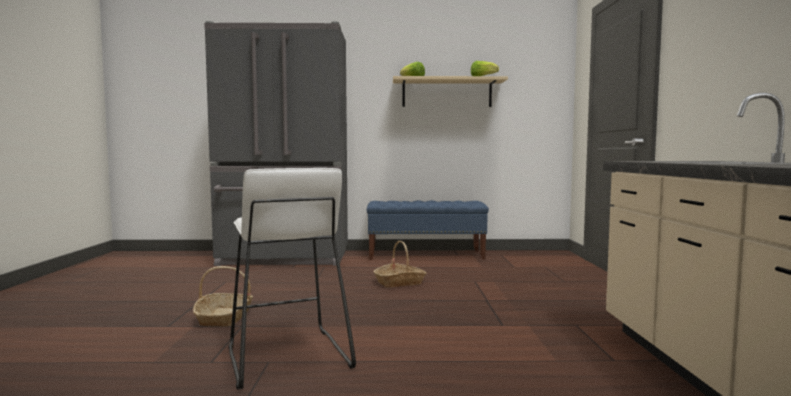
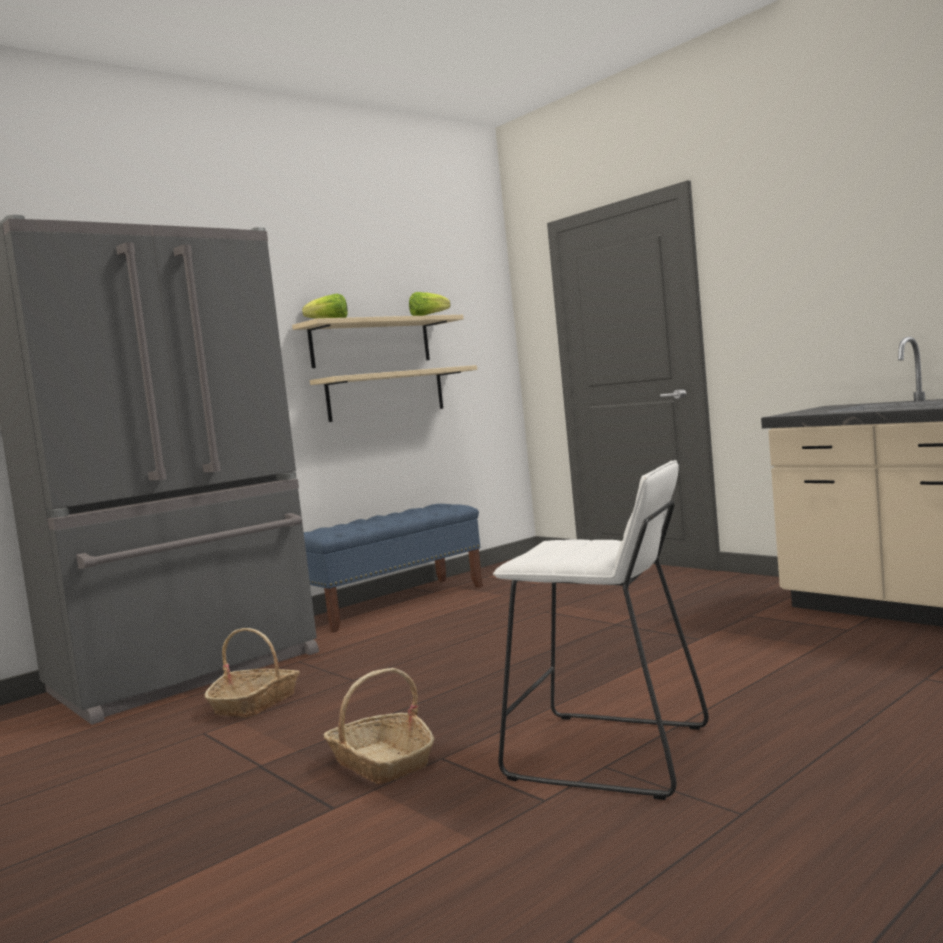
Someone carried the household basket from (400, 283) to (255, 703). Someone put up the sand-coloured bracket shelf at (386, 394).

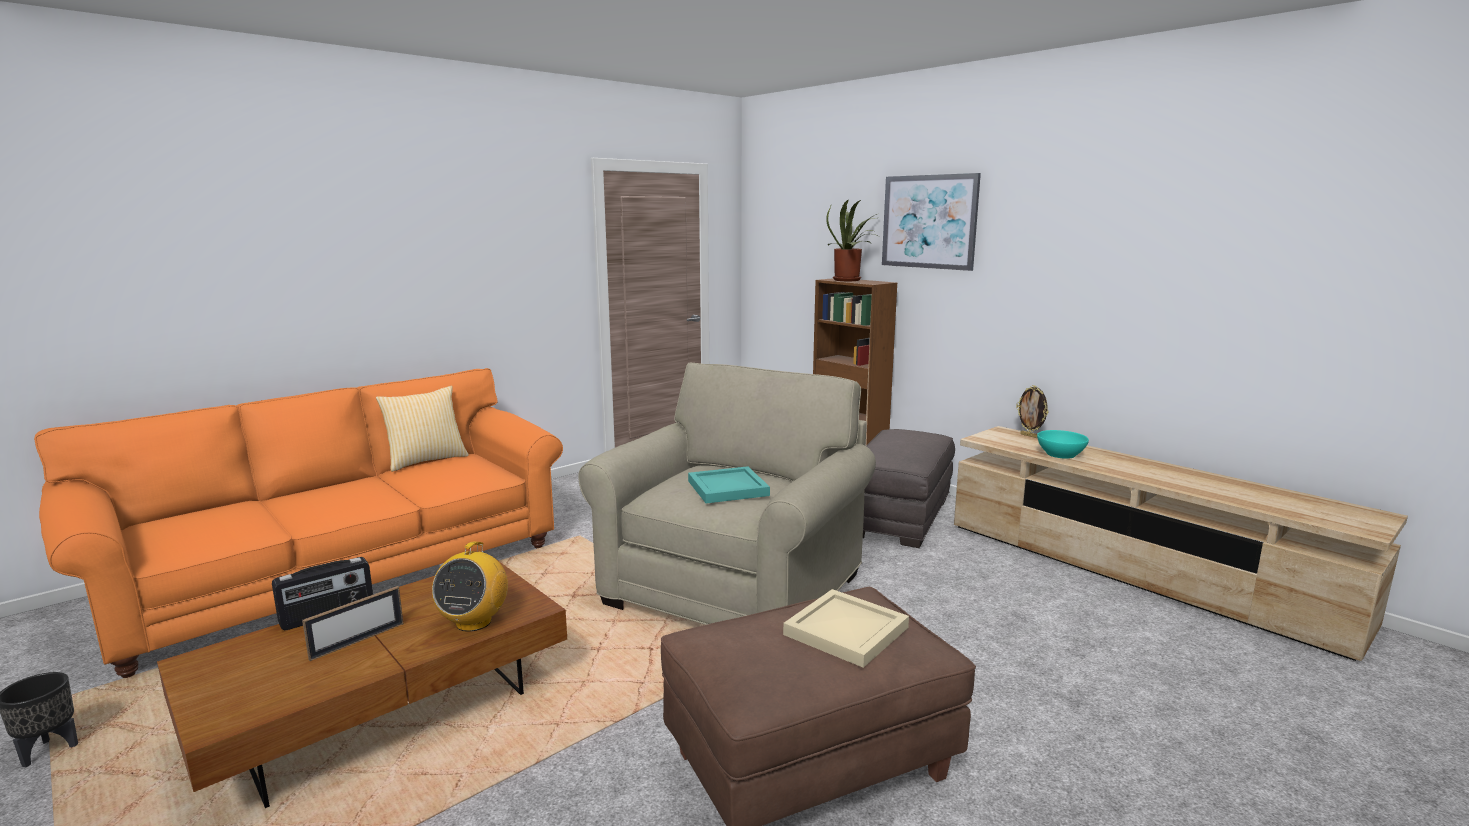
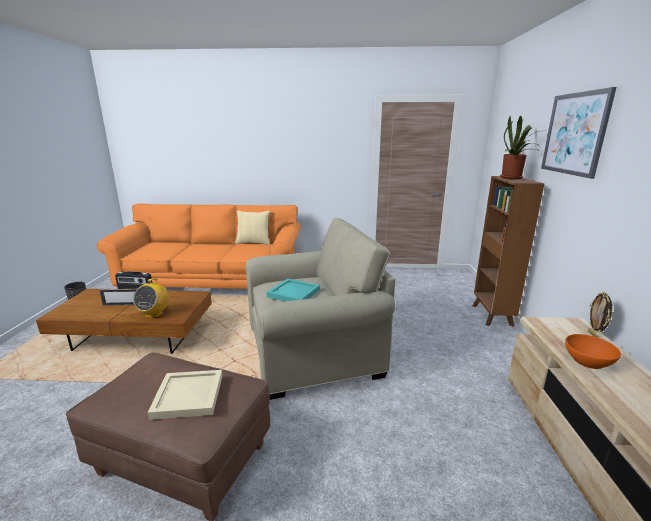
Someone rotated the radio receiver at (474, 622) by 45 degrees counterclockwise. Someone took away the greyish footrest at (898, 516). Someone repainted the blue-green serving bowl at (1061, 454), which became the orange serving bowl at (588, 361).

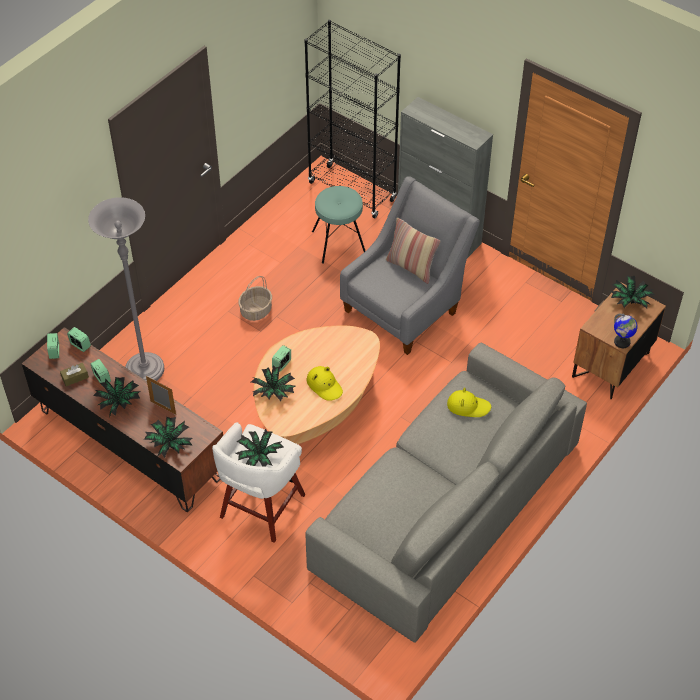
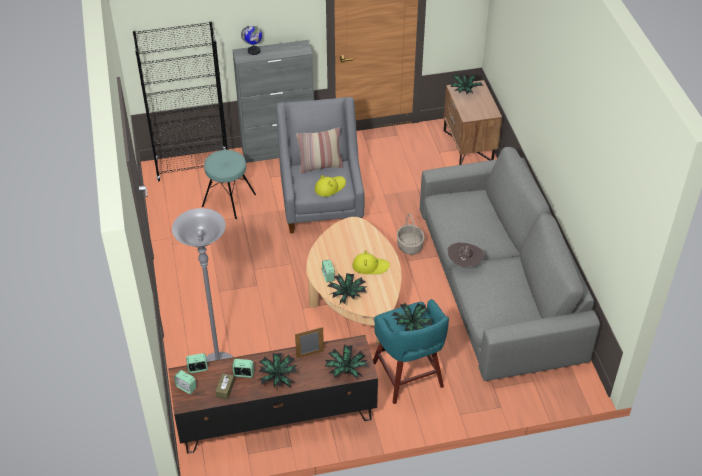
Someone repainted the white-coloured stool seat at (261, 508), which became the blue-green stool seat at (408, 377). Someone carried the household basket from (256, 310) to (409, 246). Someone carried the yellow clothing hat from (468, 406) to (330, 187). Someone carried the globe from (622, 342) to (254, 51). Someone put down the brown clothing hat at (464, 263).

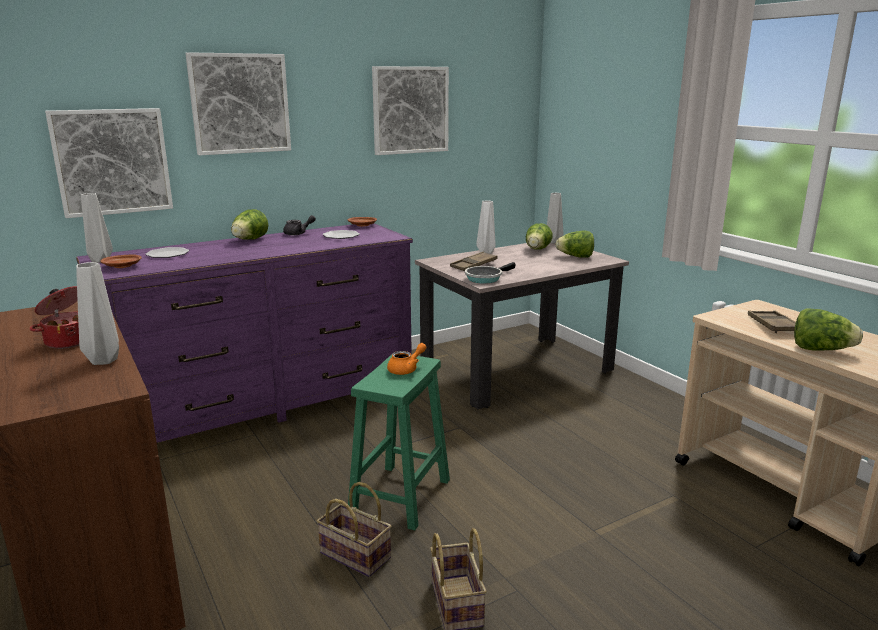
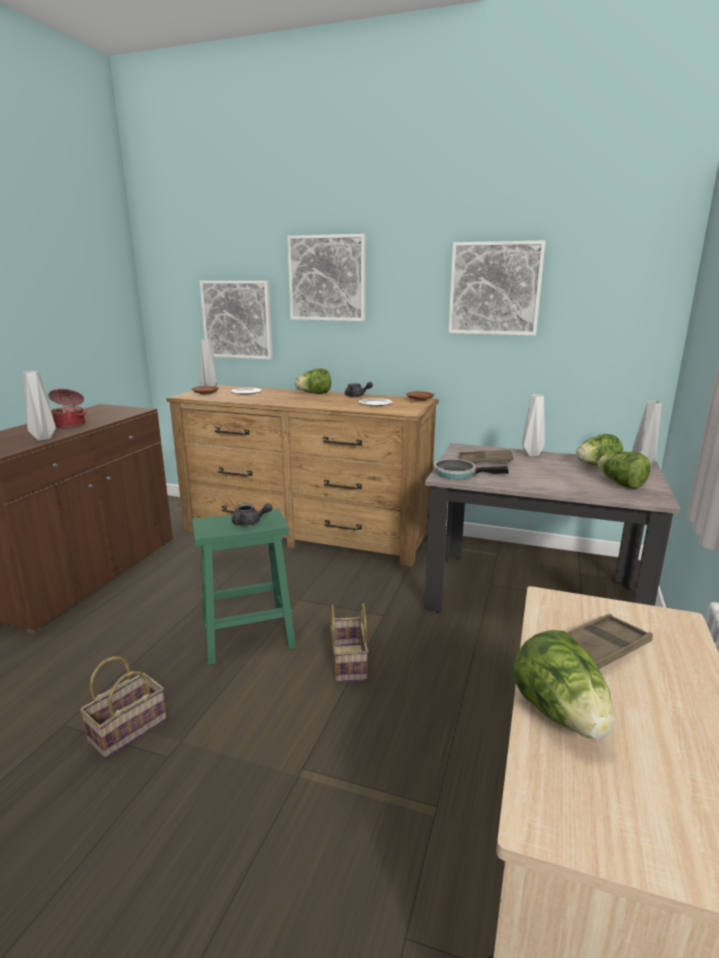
Someone repainted the purple drawer chest at (268, 403), which became the brown drawer chest at (306, 531). Someone carried the household basket from (353, 555) to (347, 662). Someone repainted the orange tea pot at (406, 369), which became the greyish tea pot at (250, 523).

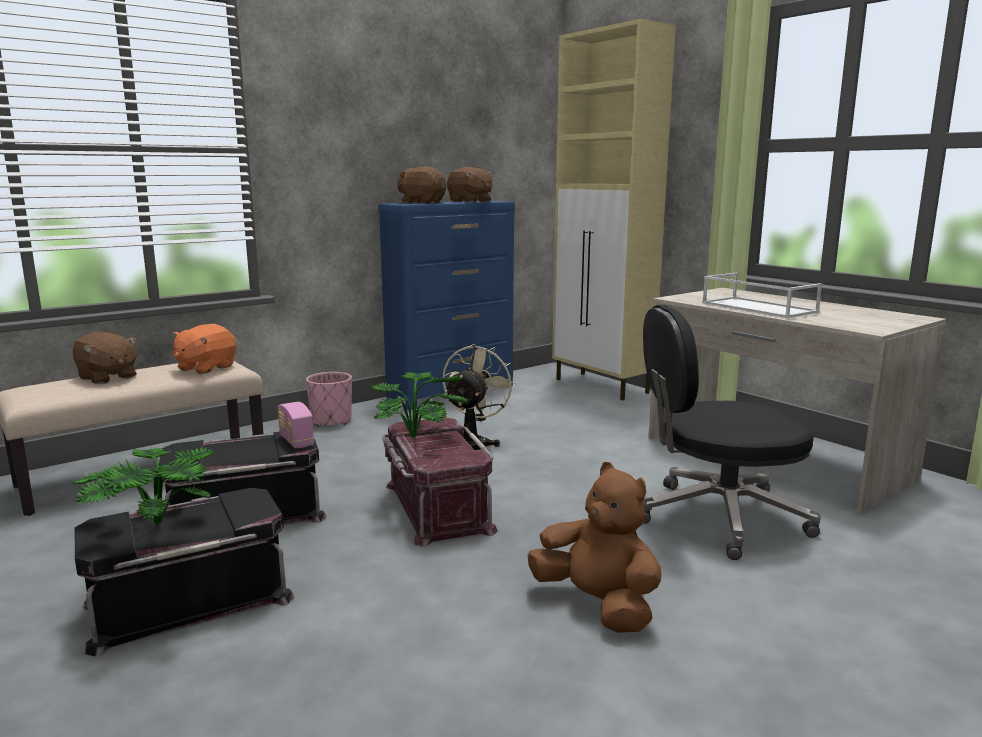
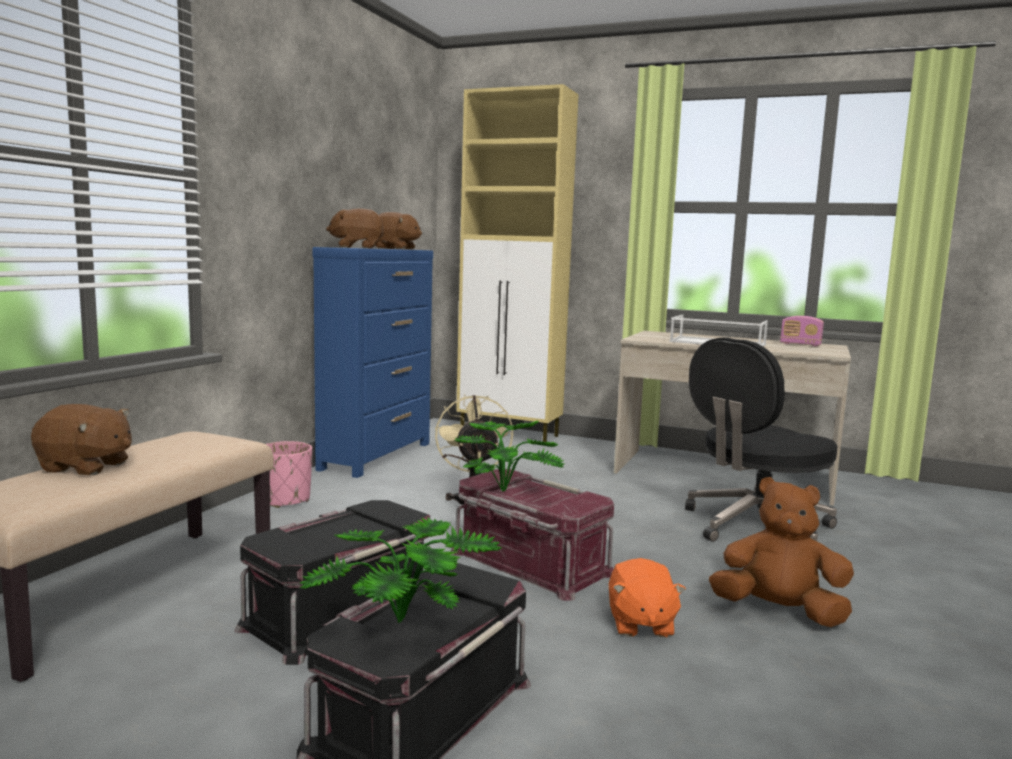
Someone carried the orange plush toy from (205, 368) to (640, 624). Someone carried the radio receiver from (296, 441) to (800, 344).

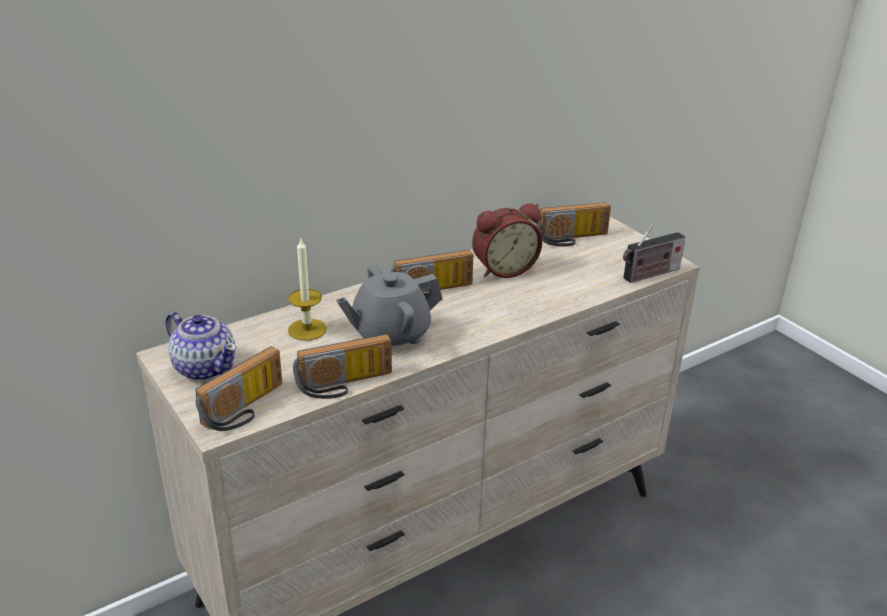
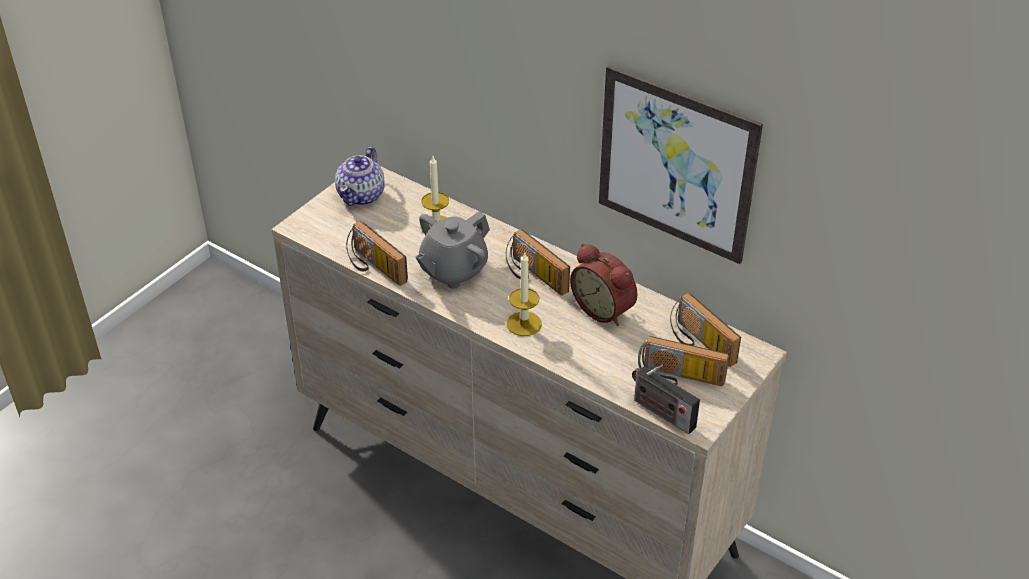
Someone carried the radio receiver from (246, 409) to (679, 378). Someone rotated the greyish tea pot at (390, 335) by 90 degrees counterclockwise. Someone put down the candle at (524, 324). Someone put up the picture at (676, 165).

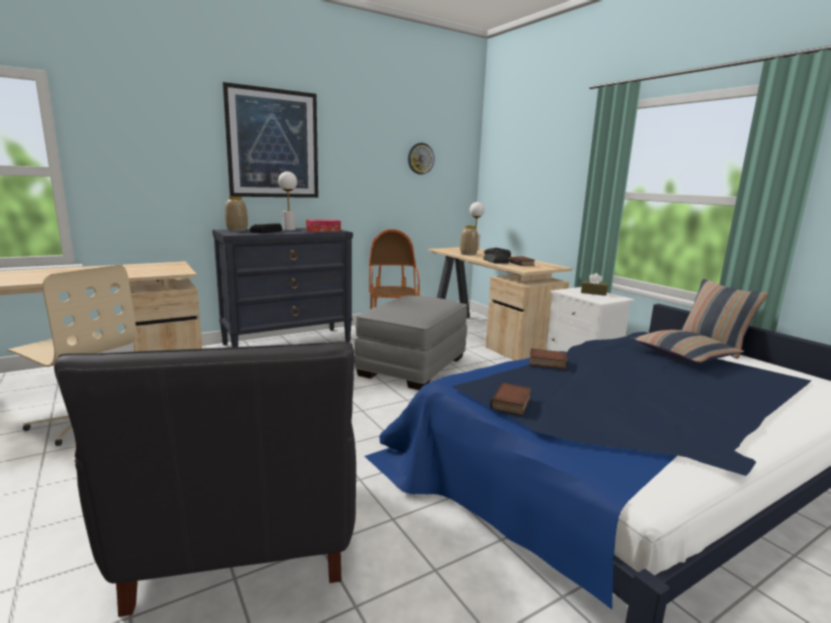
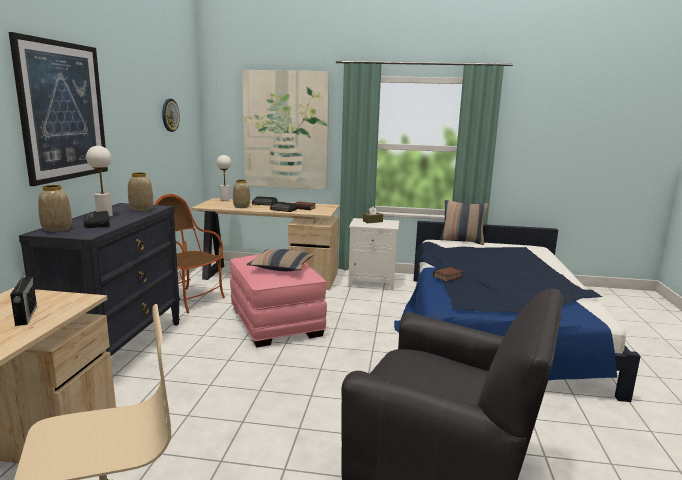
Someone swapped the tissue box at (323, 230) for the decorative vase at (141, 209). Someone repainted the greyish footrest at (413, 366), which became the pinkish footrest at (276, 322). Someone took away the book at (512, 404). Someone carried the throw pillow from (683, 355) to (282, 267). Someone put down the radio receiver at (26, 316). Someone put up the picture at (285, 130).

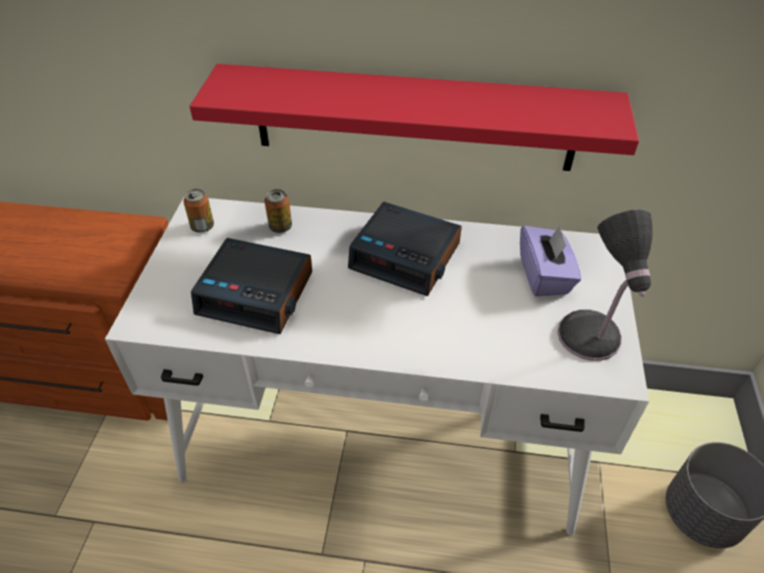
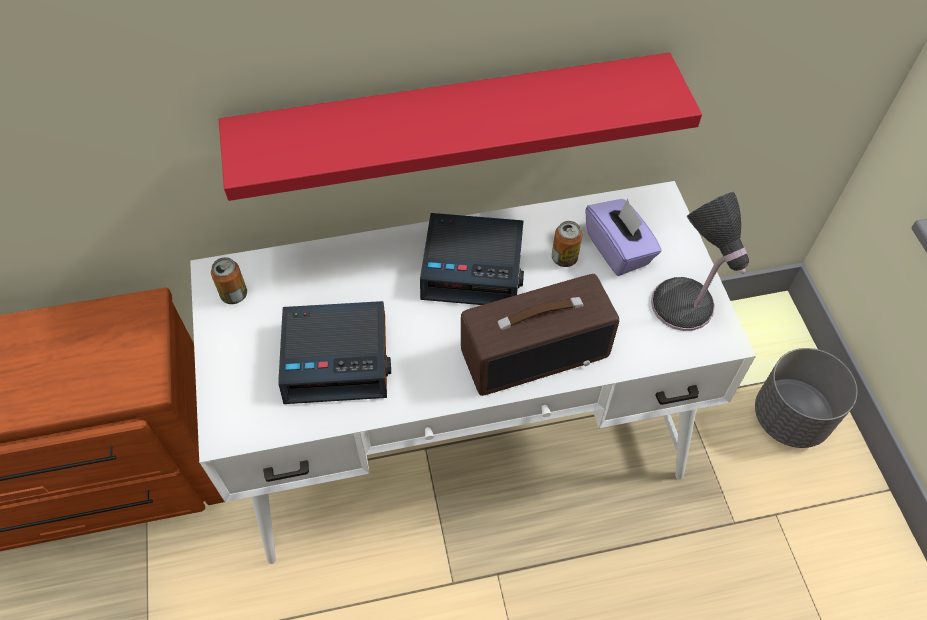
Someone carried the can from (280, 227) to (564, 258). Someone put down the radio receiver at (535, 352).

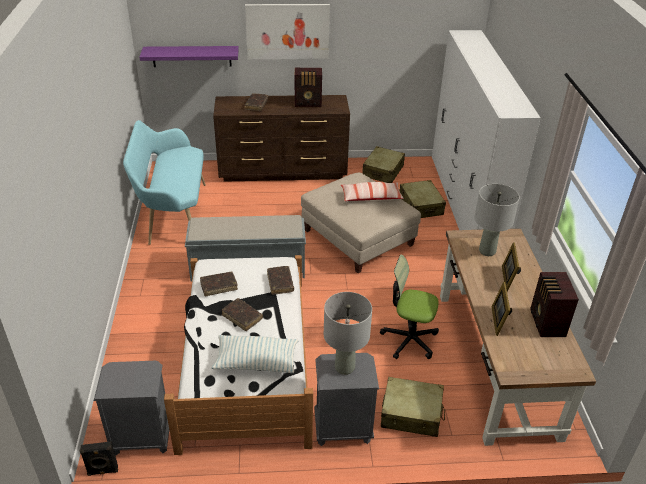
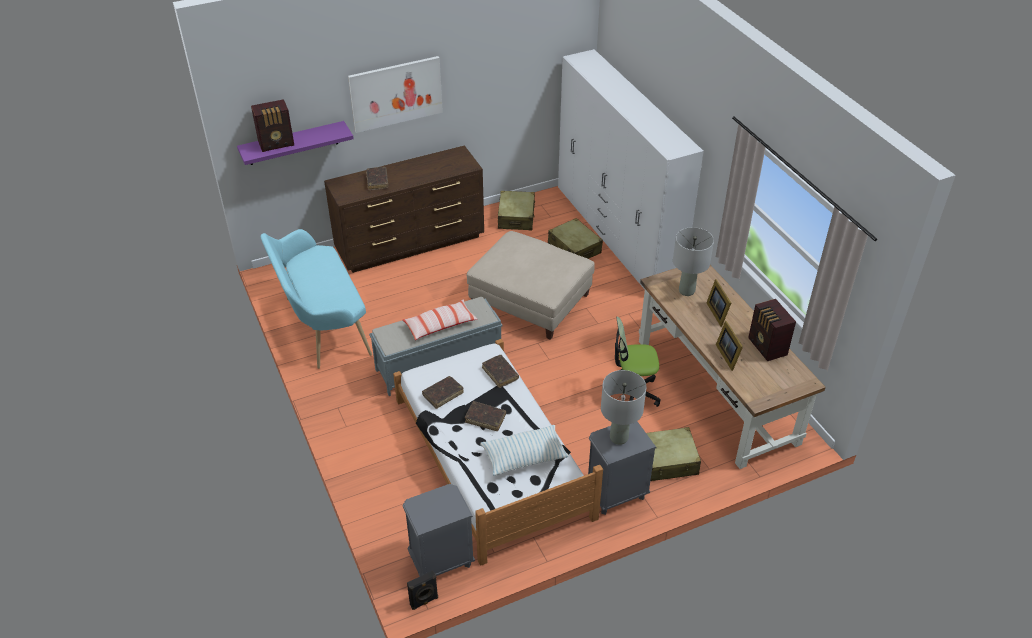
Someone carried the radio receiver from (308, 103) to (277, 144). Someone carried the throw pillow from (371, 197) to (440, 325).

